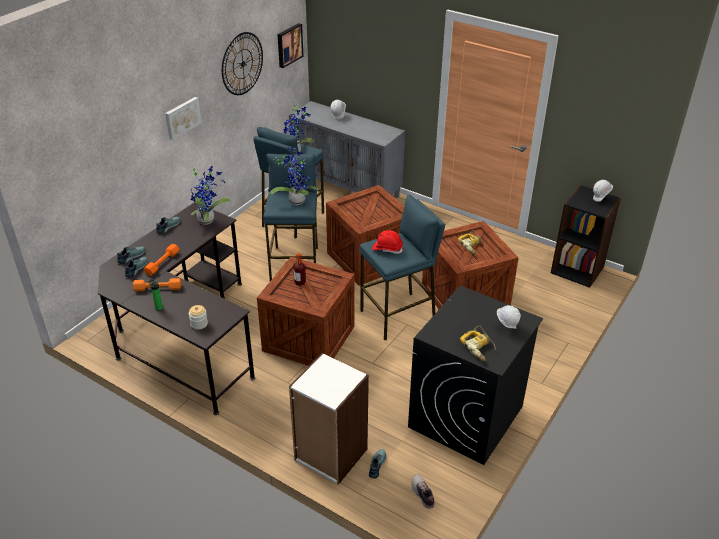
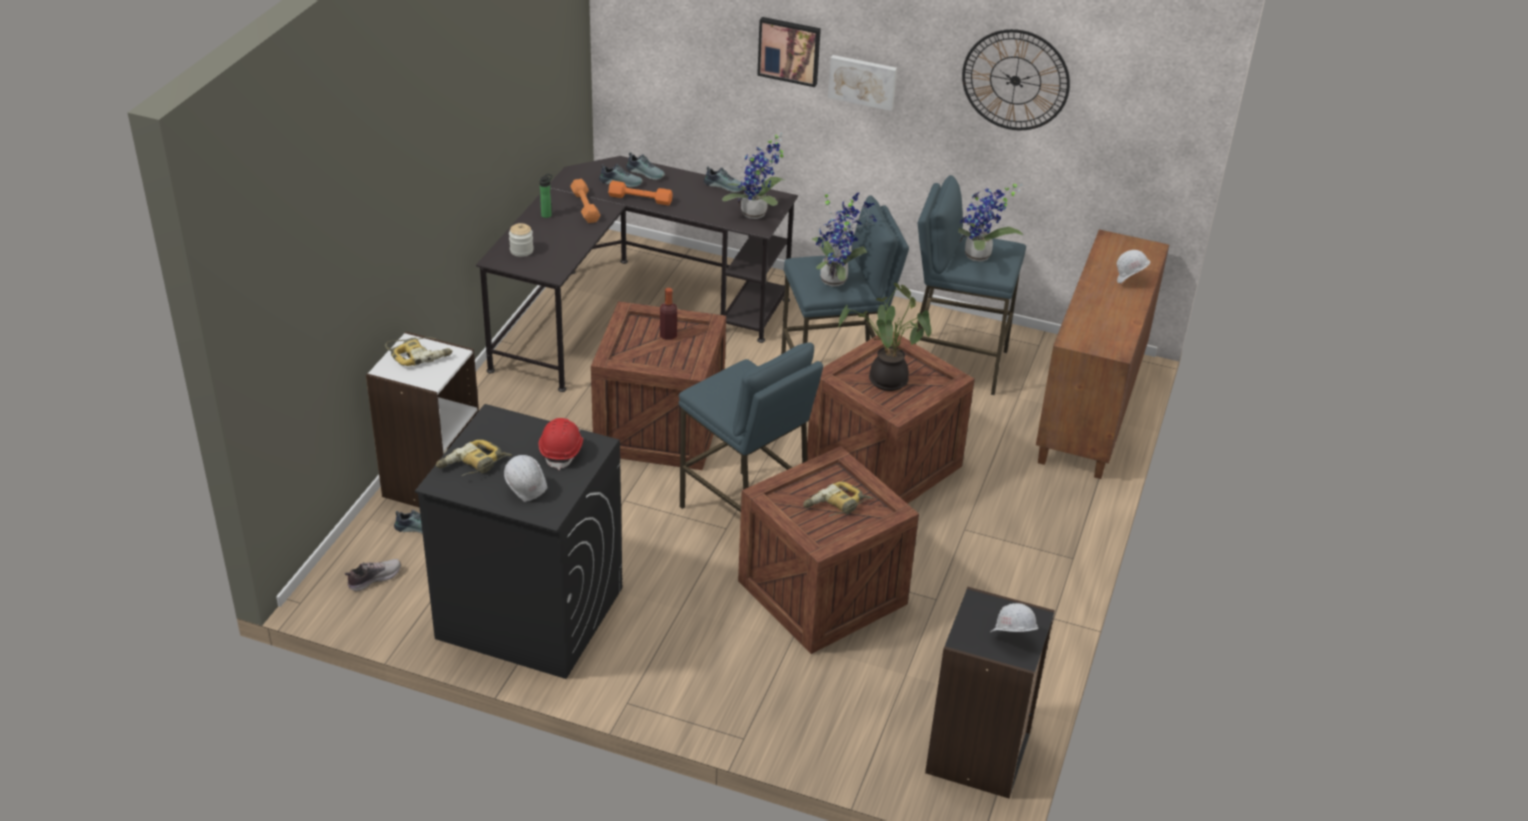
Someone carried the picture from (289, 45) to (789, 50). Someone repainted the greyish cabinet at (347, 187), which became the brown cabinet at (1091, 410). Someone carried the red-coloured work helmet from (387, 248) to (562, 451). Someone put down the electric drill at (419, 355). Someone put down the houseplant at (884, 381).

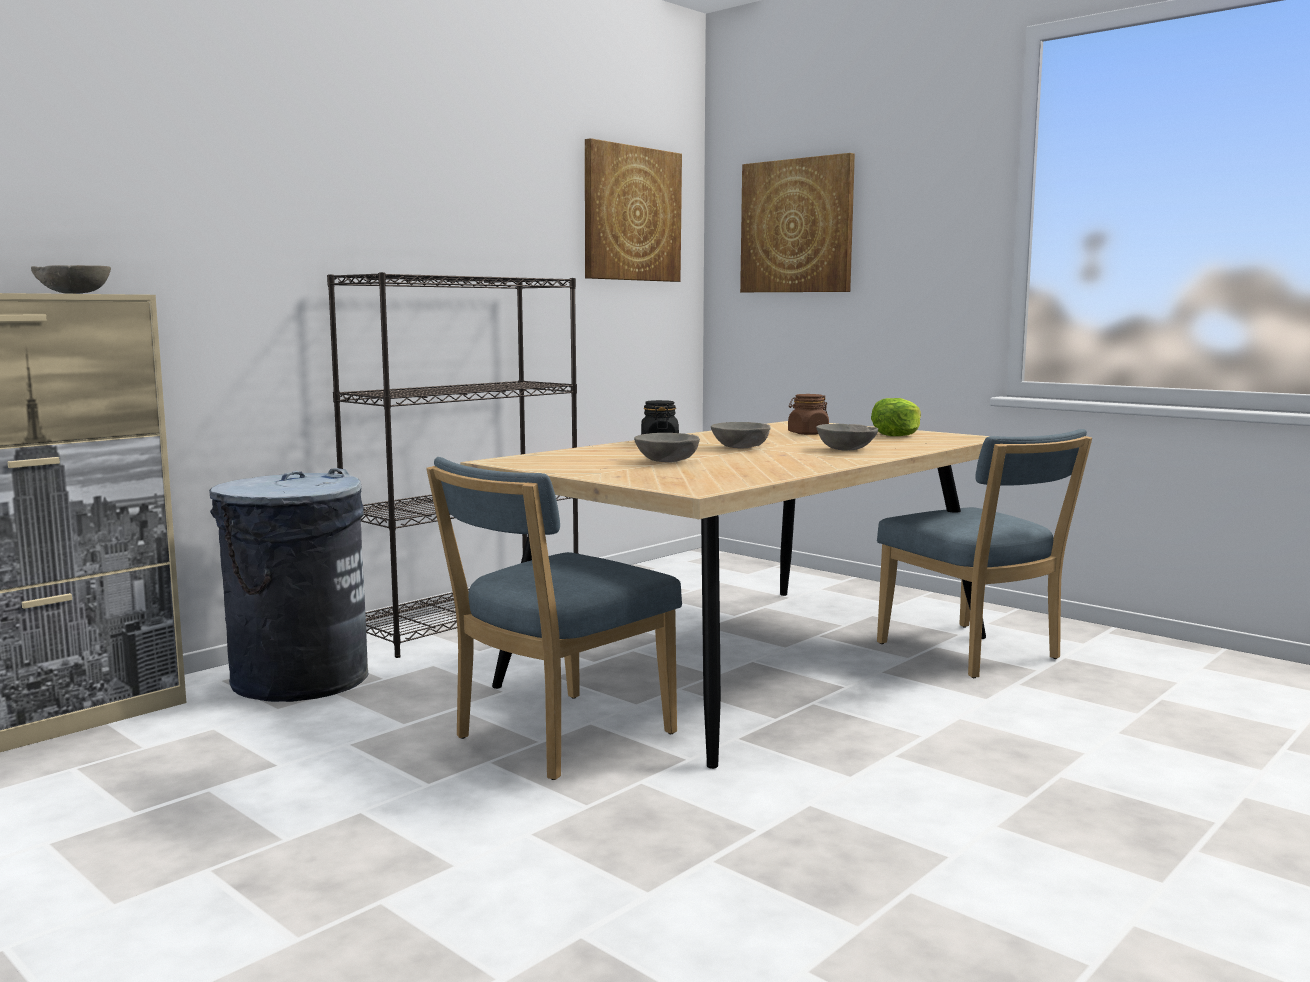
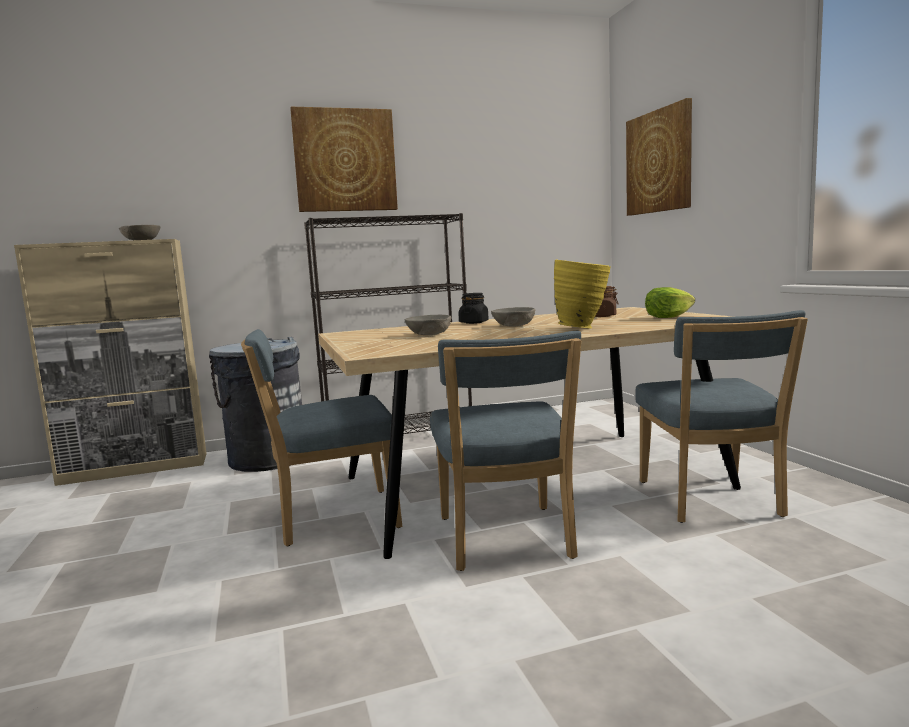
Someone carried the picture from (631, 214) to (345, 160). Someone swapped the greyish serving bowl at (845, 449) for the yellow decorative vase at (583, 327). Someone put down the blue-coloured plain chair at (506, 541).

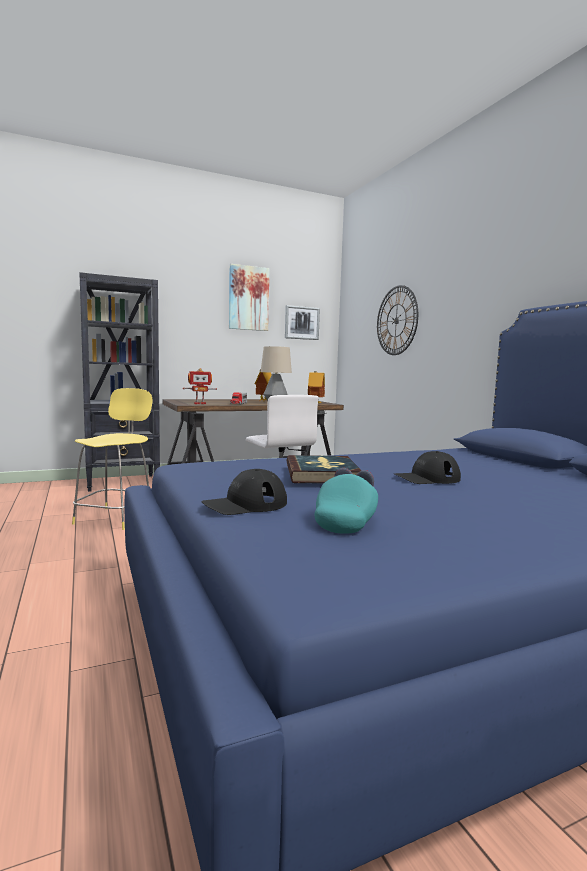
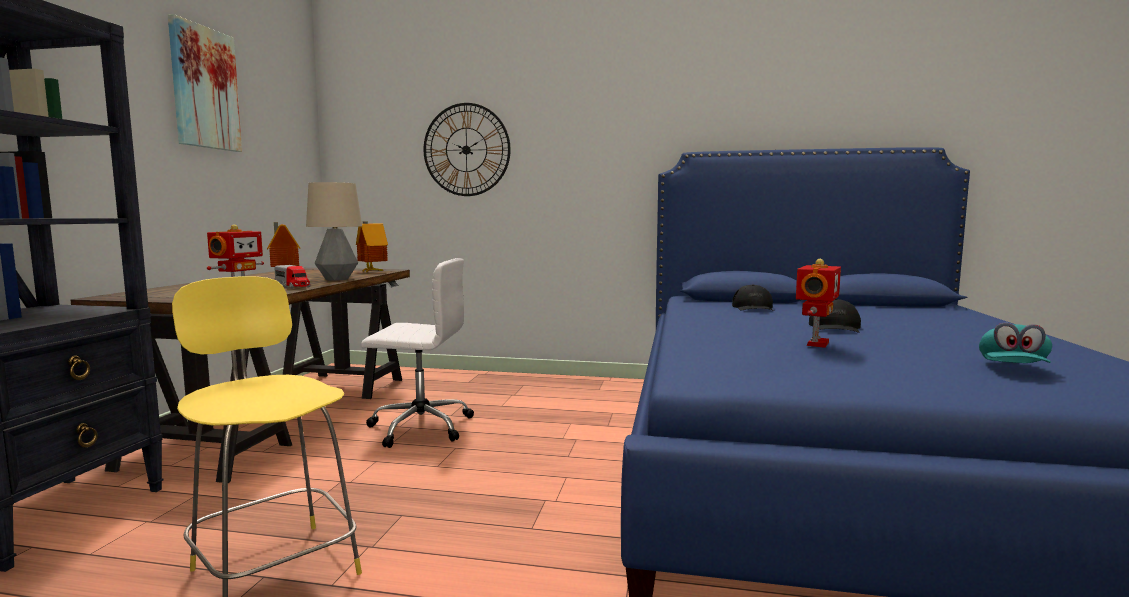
Someone carried the black peaked cap from (245, 505) to (753, 308). Someone took away the picture at (301, 323). Someone swapped the book at (322, 474) for the robot figure at (815, 343). Someone rotated the blue-green peaked cap at (347, 522) by 120 degrees counterclockwise.

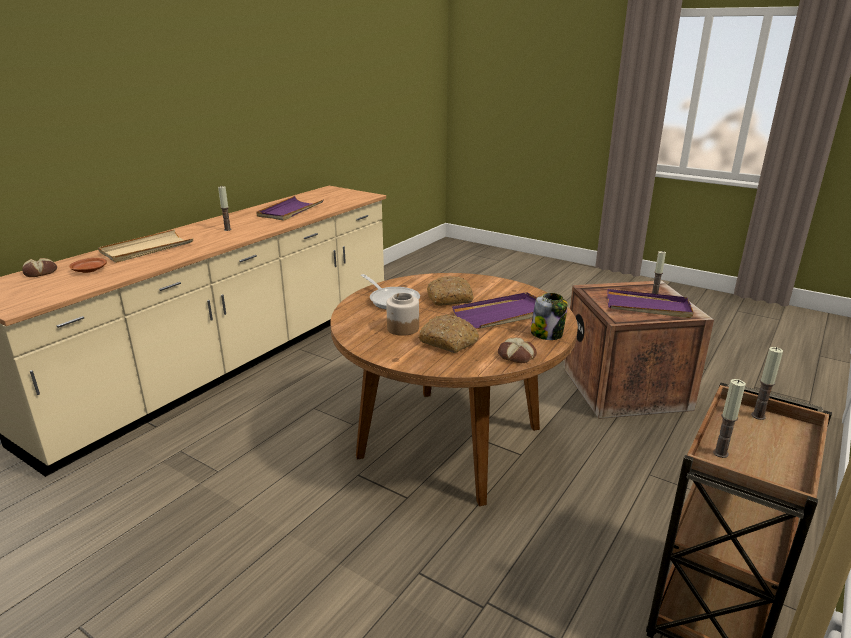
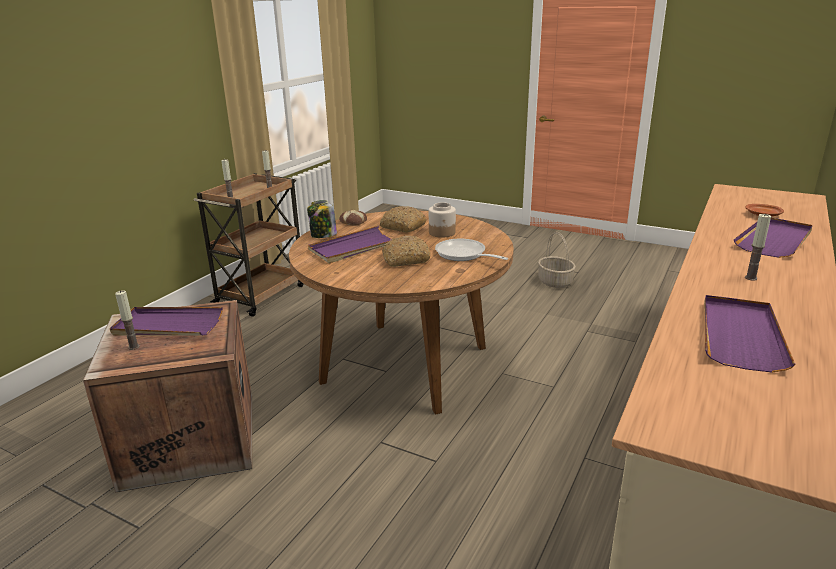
Someone took away the baked bread at (41, 272). Someone repainted the sand-coloured carrying tray at (146, 249), which became the purple carrying tray at (774, 240). Someone put down the household basket at (555, 282).

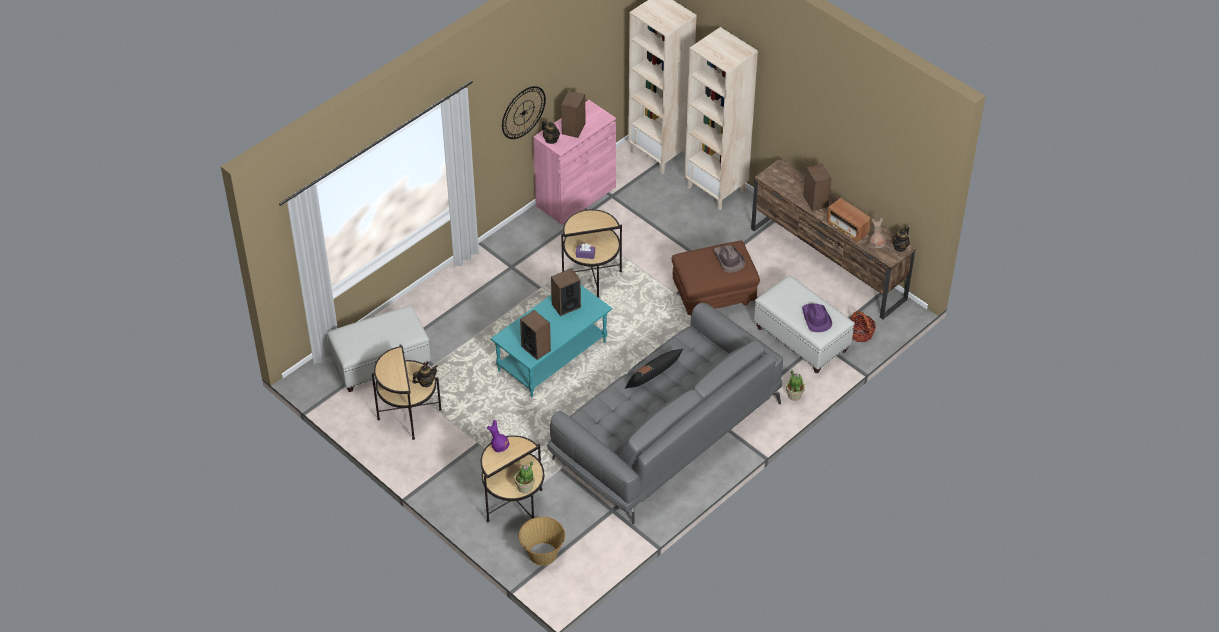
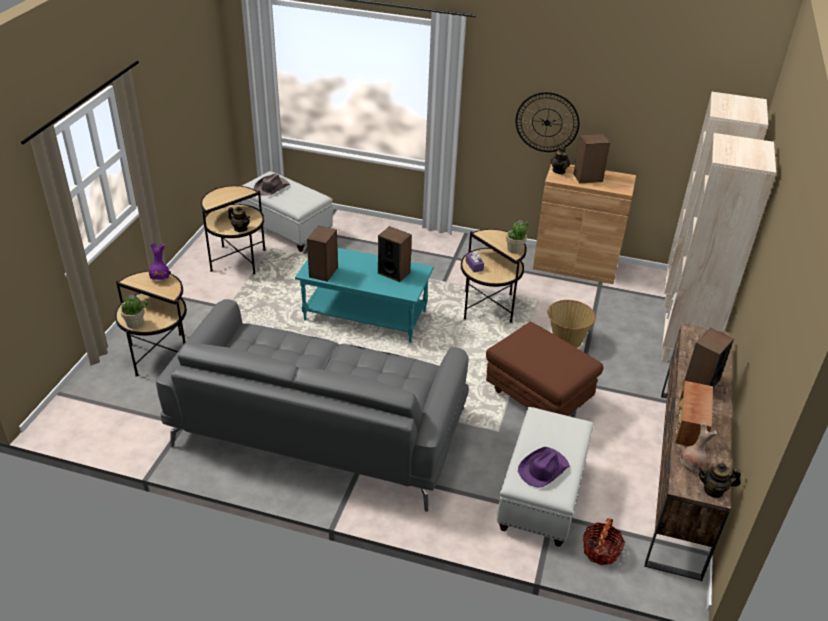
Someone carried the household basket from (542, 554) to (566, 340). Someone repainted the pinkish cabinet at (576, 196), which became the brown cabinet at (575, 265). Someone took away the black throw pillow at (653, 377). Someone carried the brown clothing hat from (728, 259) to (271, 187). Someone carried the houseplant from (794, 395) to (515, 249).

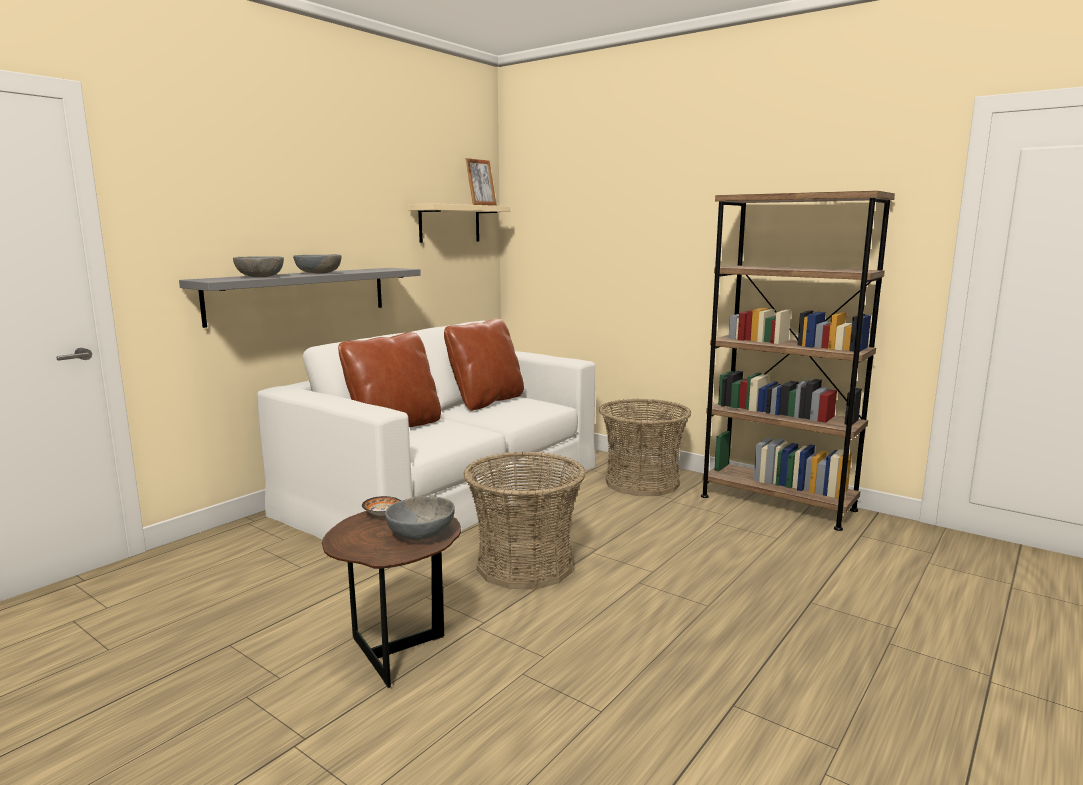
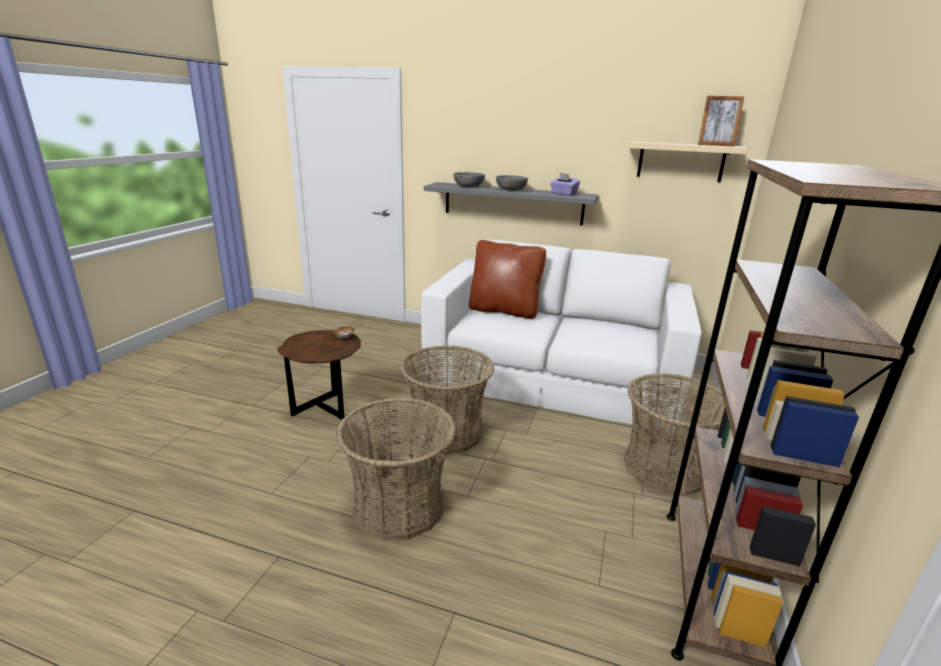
Someone took away the greyish serving bowl at (420, 534). Someone took away the brown throw pillow at (486, 401). Someone put down the household basket at (399, 506). Someone put down the purple tissue box at (563, 194).

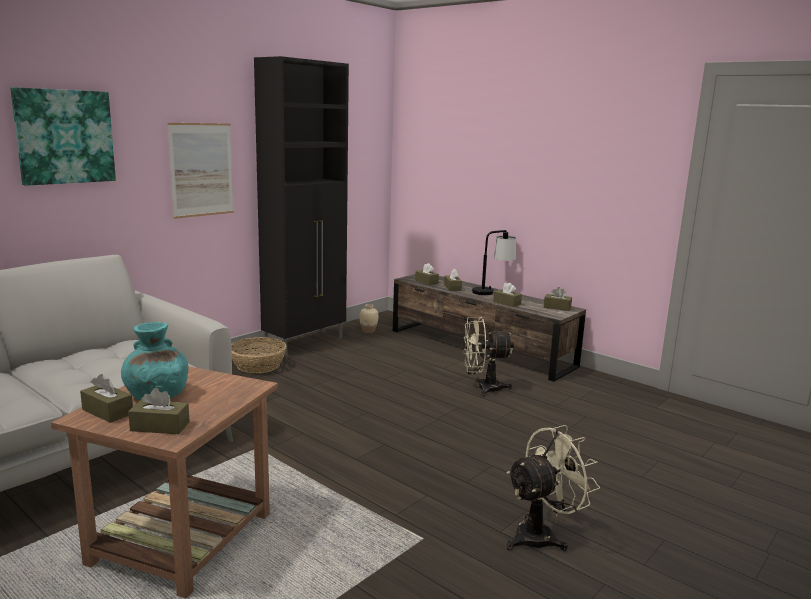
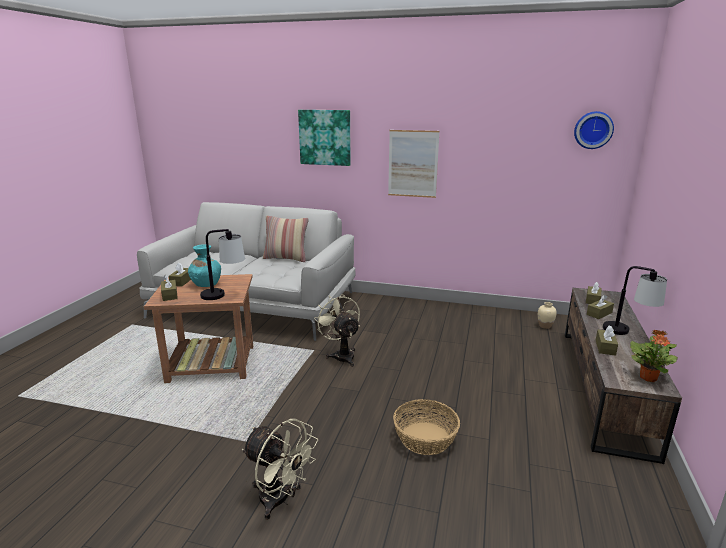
Someone carried the household basket from (258, 365) to (425, 438). Someone took away the black cabinet at (306, 342). Someone carried the sand-coloured fan from (482, 388) to (341, 355). Someone swapped the brown tissue box at (557, 307) for the houseplant at (648, 377). Someone put down the lamp for a table at (224, 295). Someone put down the throw pillow at (286, 258). Someone put up the hanging clock at (593, 130).

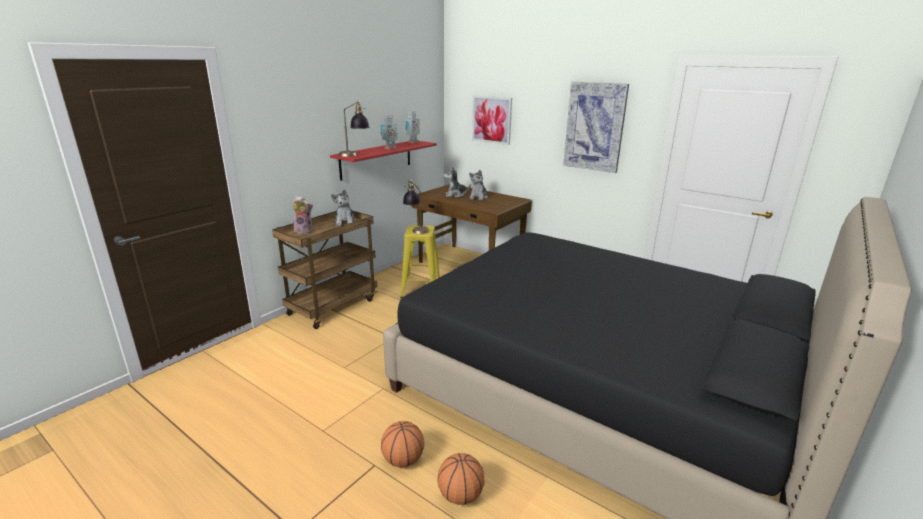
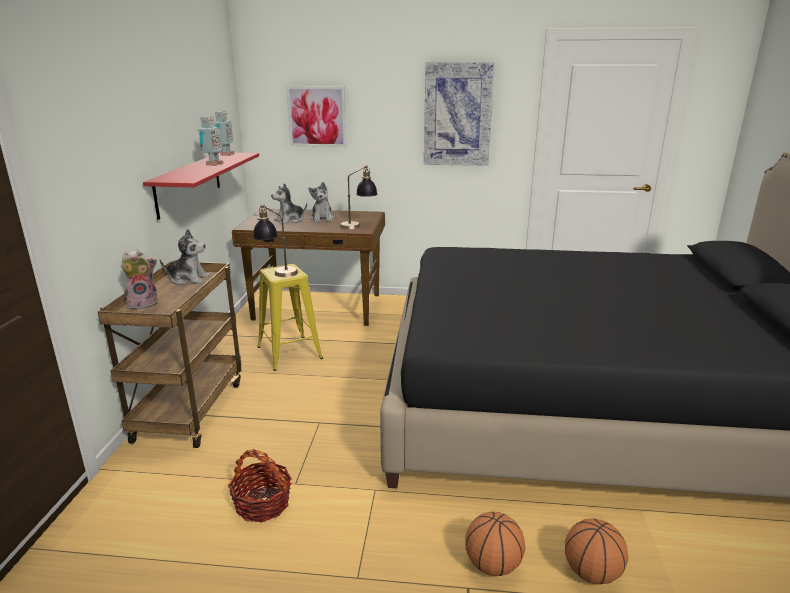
Someone rotated the plush toy at (345, 221) by 45 degrees counterclockwise. Someone carried the lamp for a table from (354, 155) to (358, 225). Someone put down the household basket at (262, 504).

